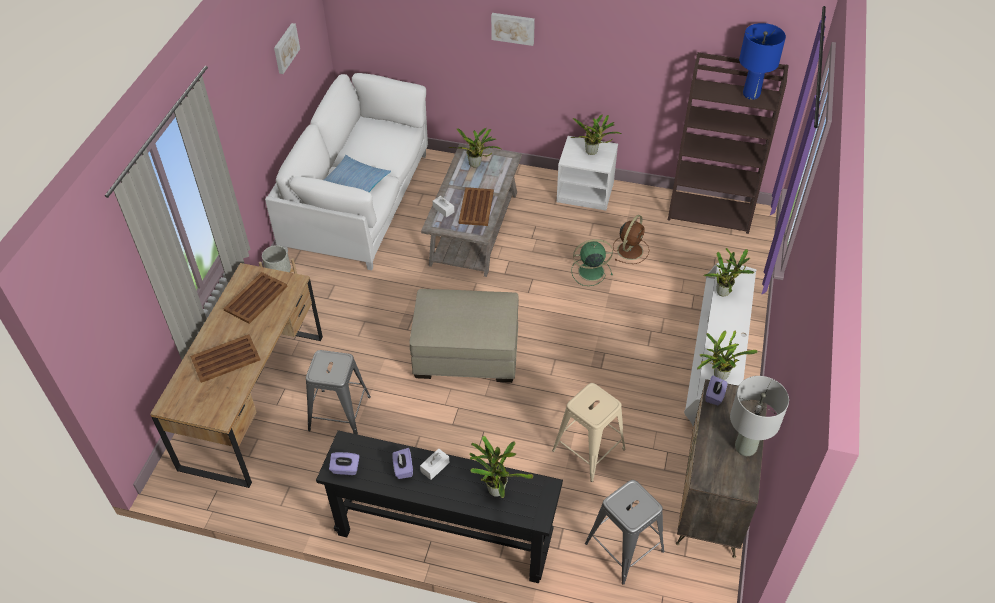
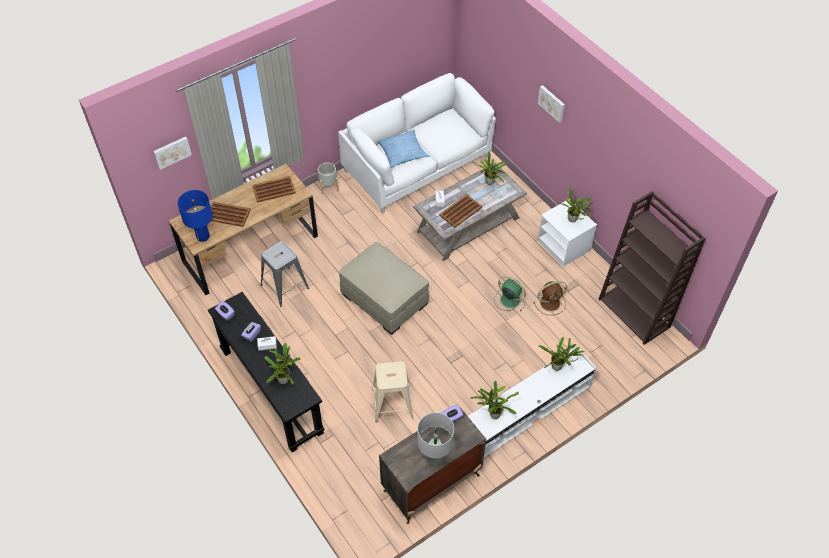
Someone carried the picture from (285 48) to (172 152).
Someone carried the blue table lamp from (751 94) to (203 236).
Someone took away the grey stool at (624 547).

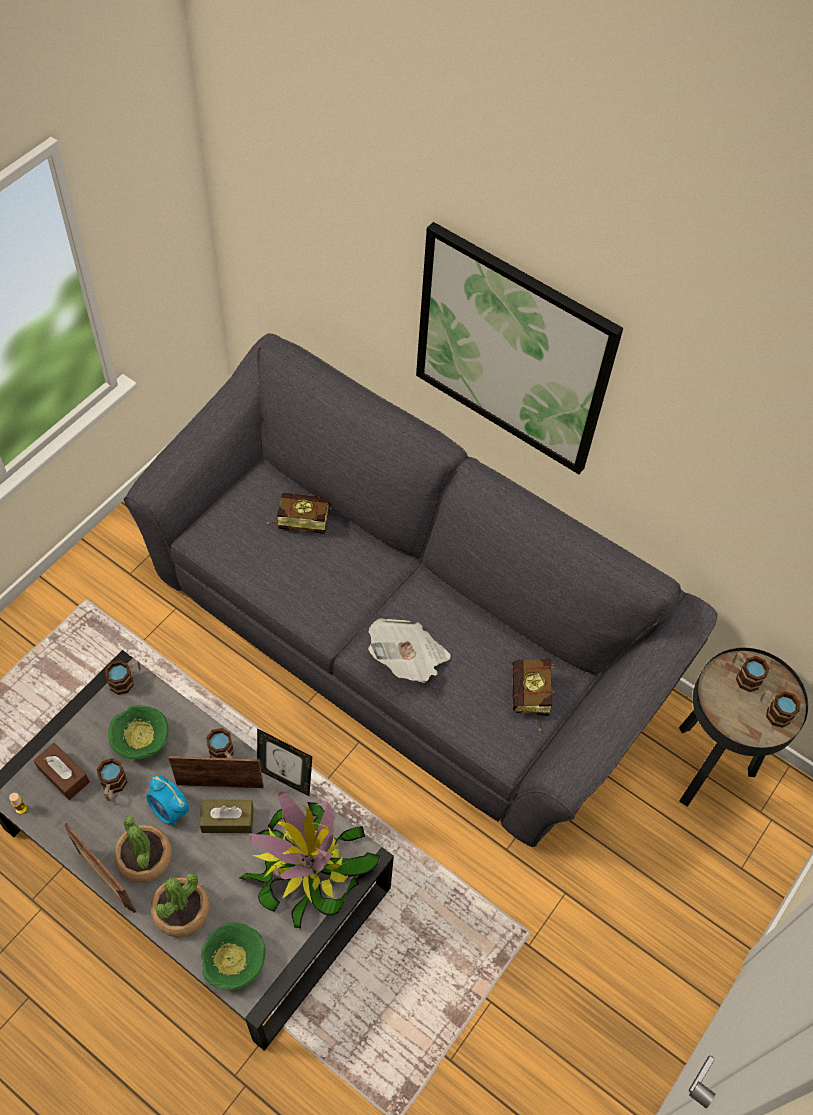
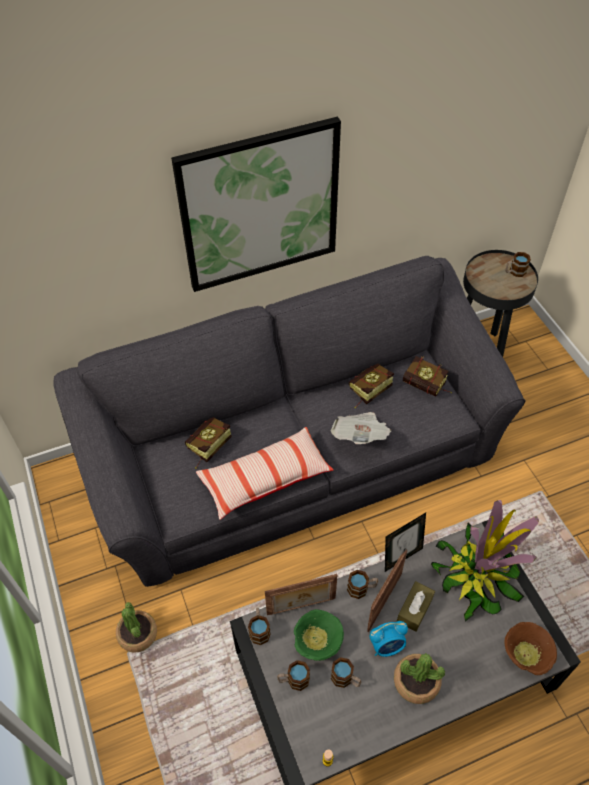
Someone carried the potted plant from (181 910) to (138 634).
Someone put down the pillow at (265 478).
Someone carried the picture frame from (105 880) to (301 607).
Someone carried the mug from (744 676) to (293 680).
Someone put down the book at (367 391).
Someone repainted the green bowl at (234 963), which became the brown bowl at (527 654).
Someone took away the brown tissue box at (63 775).

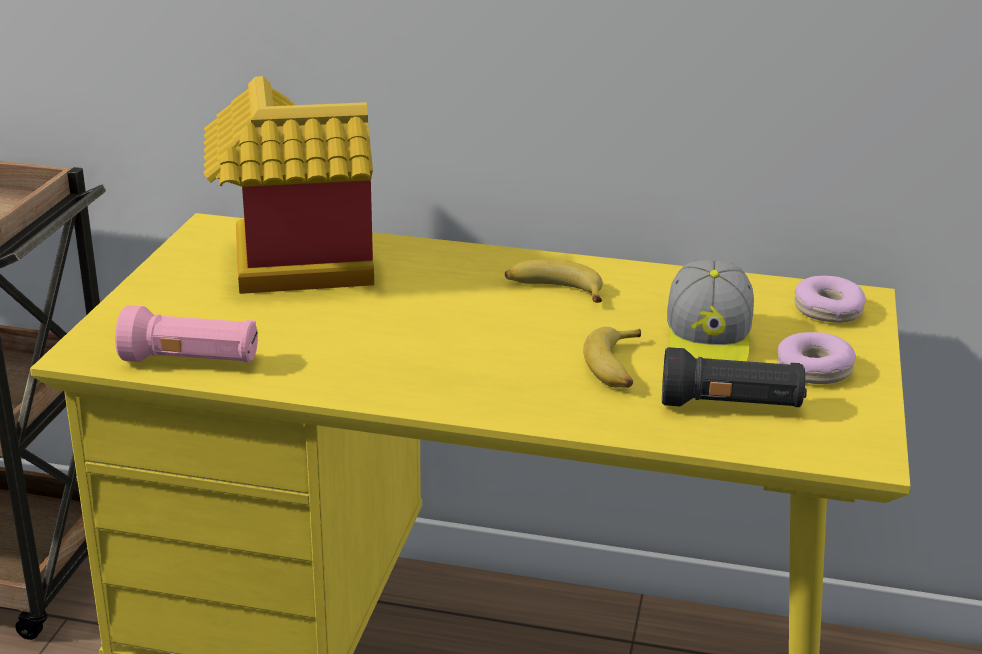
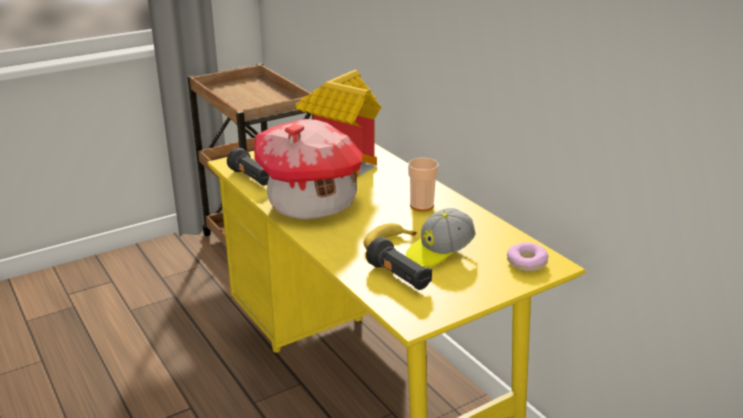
Someone repainted the pink flashlight at (191 362), which became the black flashlight at (252 178).
Someone put down the toy house at (312 203).
Someone swapped the banana at (554 290) for the cup at (421 205).
Someone took away the donut at (813 370).

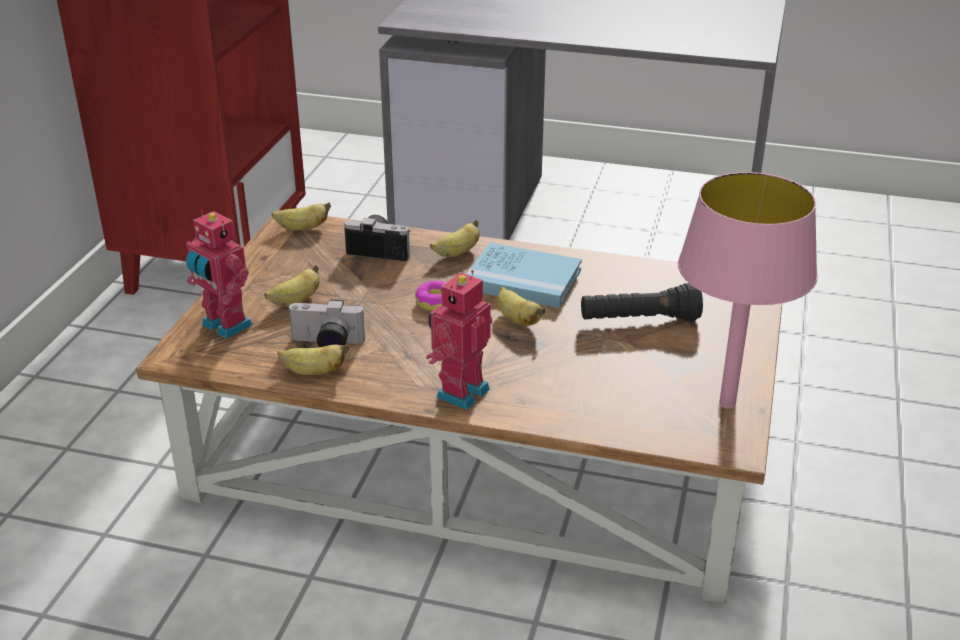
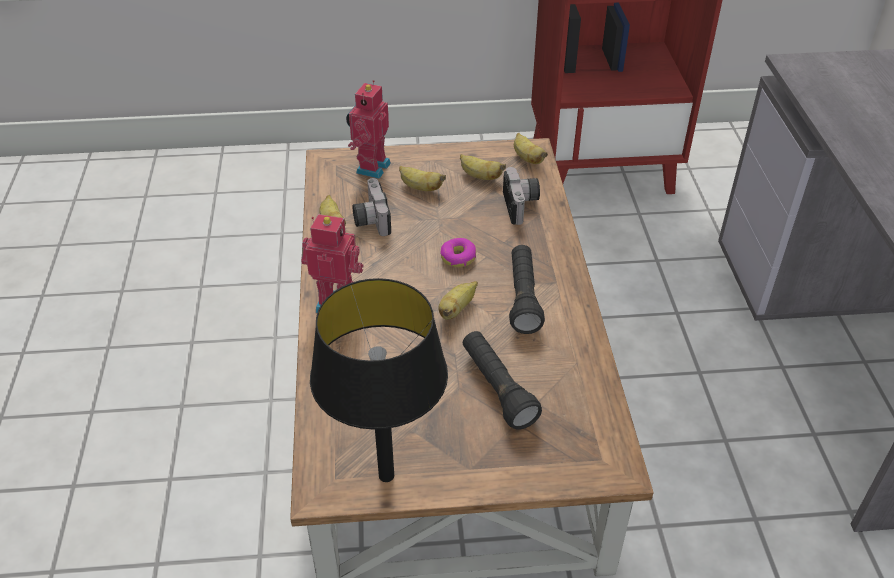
Someone repainted the pink table lamp at (727 404), which became the black table lamp at (386 475).
Someone carried the banana from (457 253) to (480 176).
Someone swapped the blue book at (523 280) for the black flashlight at (523 298).

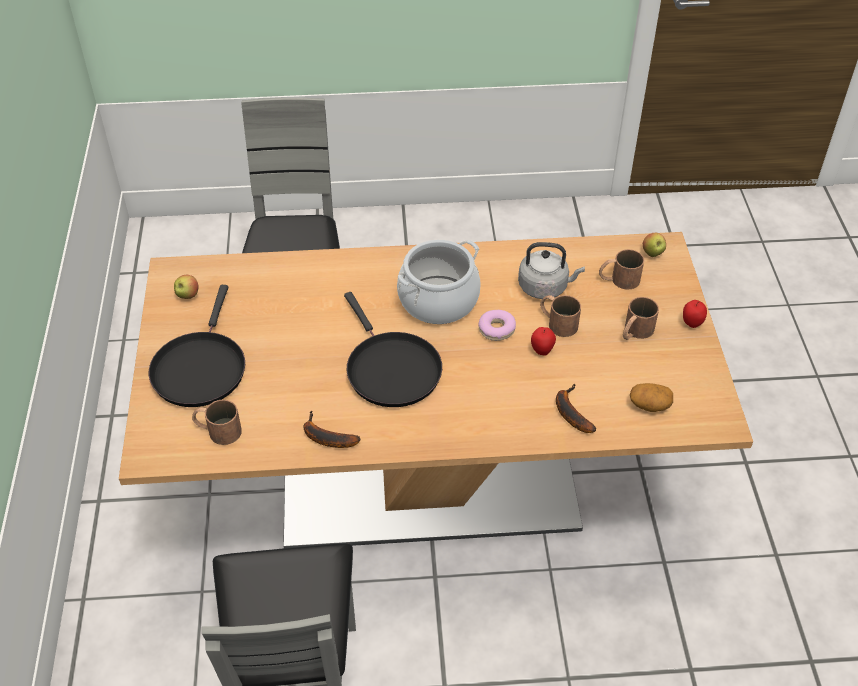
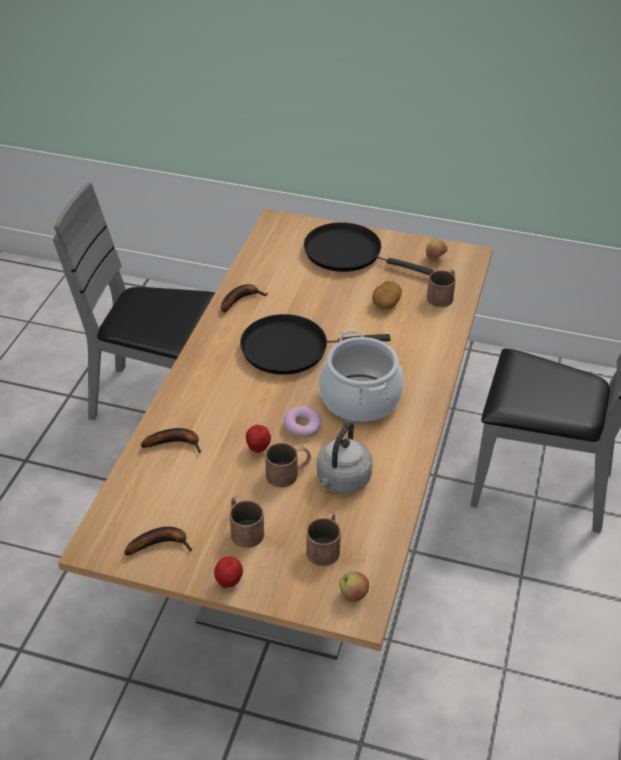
Someone put down the banana at (161 543).
Someone carried the potato from (649 405) to (386 302).
Someone carried the brown mug from (217 430) to (443 295).

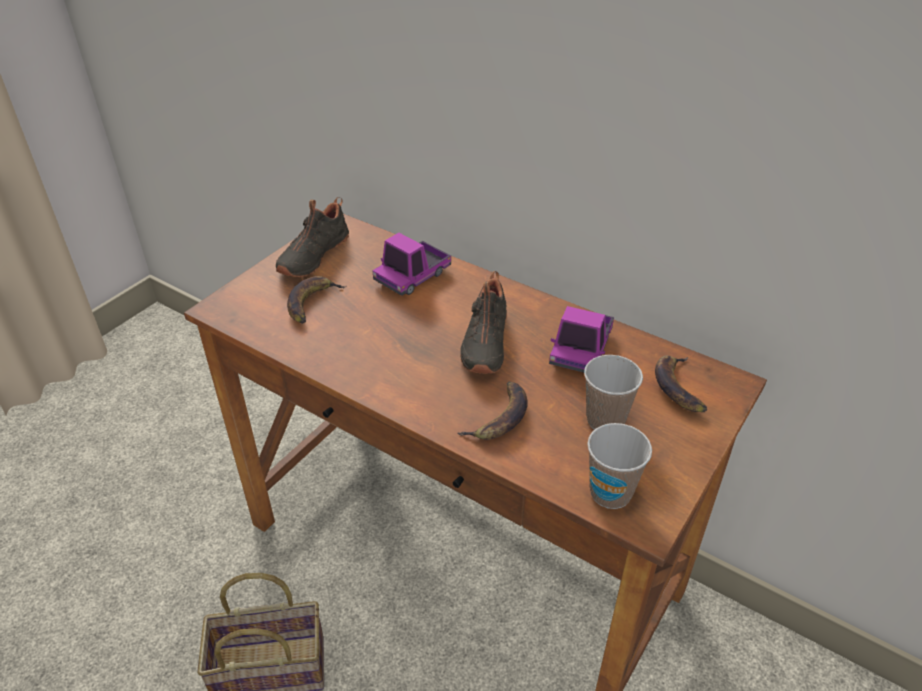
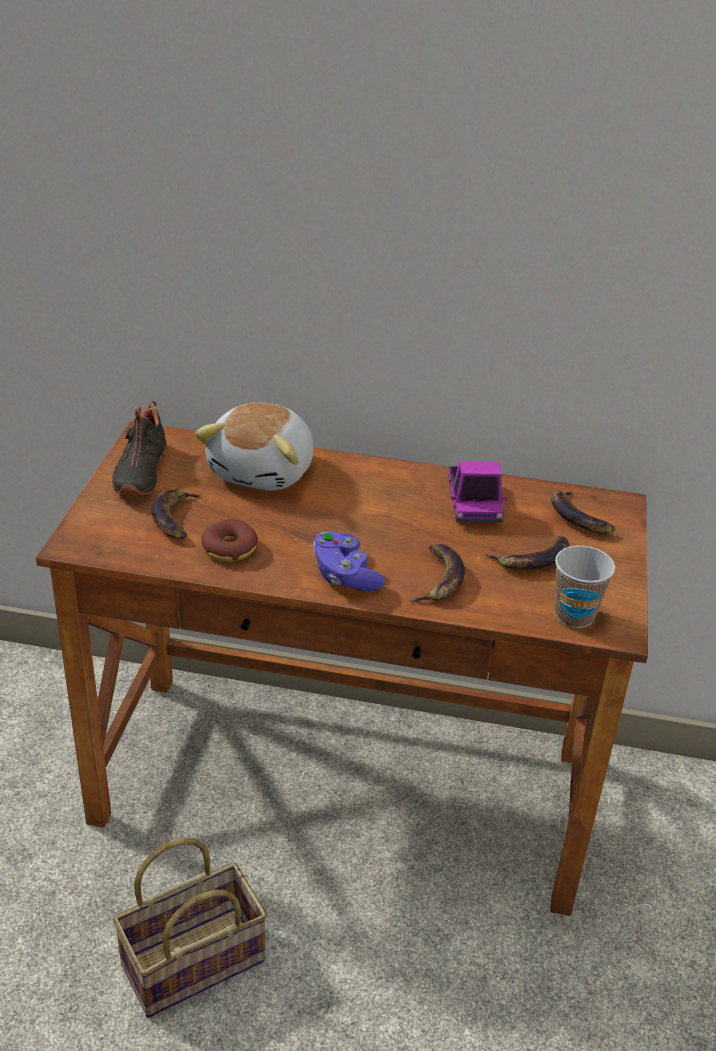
Someone swapped the toy truck at (412 276) for the plush toy at (264 471).
Someone put down the donut at (230 548).
Someone put down the purple game controller at (345 576).
Someone swapped the cup at (605 420) for the banana at (533 559).
Someone took away the black shoe at (483 342).

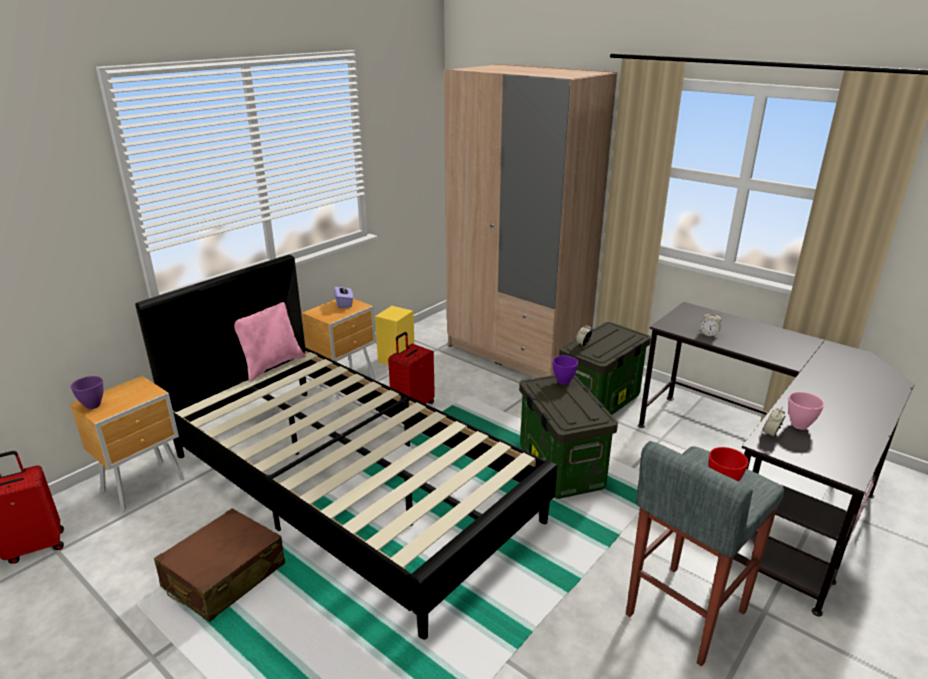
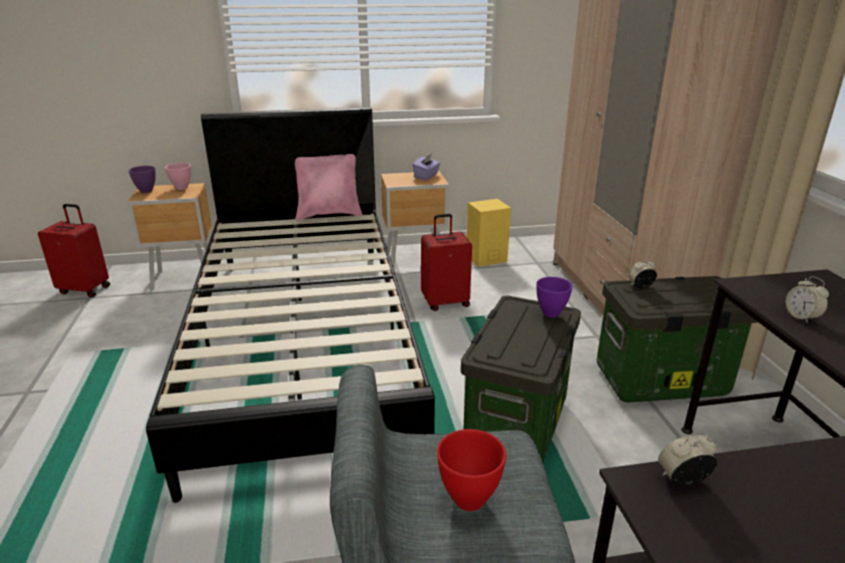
Someone carried the pink bowl from (799 425) to (182 188).
Someone took away the brown suitcase at (224 576).

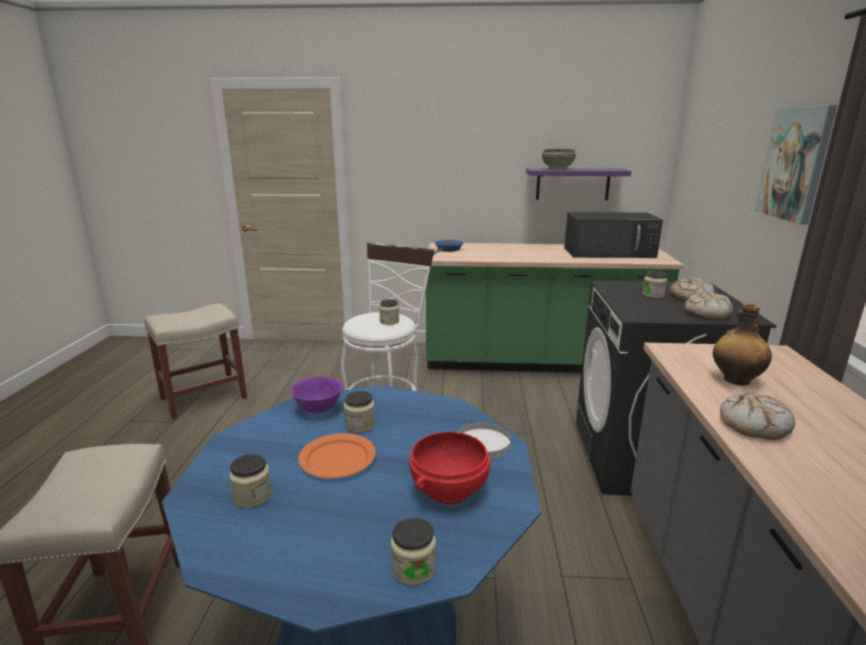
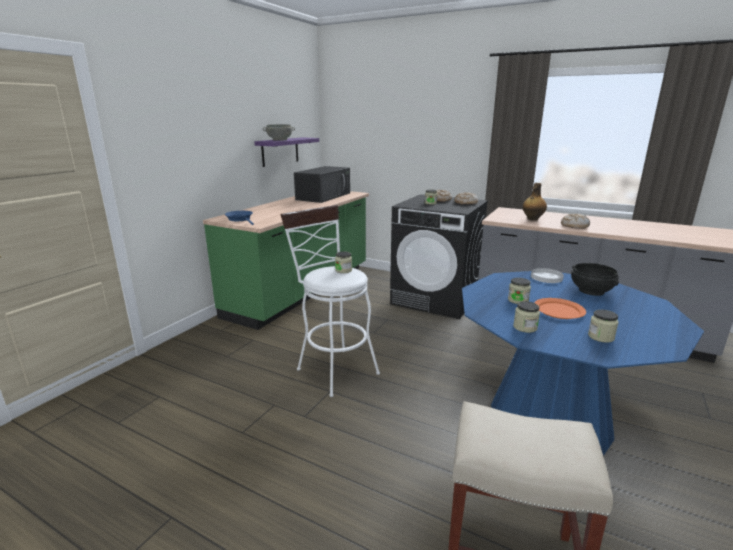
Someone carried the jar from (413 568) to (525 327).
Someone repainted the red bowl at (449 490), which became the black bowl at (591 291).
Someone took away the beige stool at (205 397).
Someone took away the purple bowl at (318 410).
Someone took away the picture at (795 163).

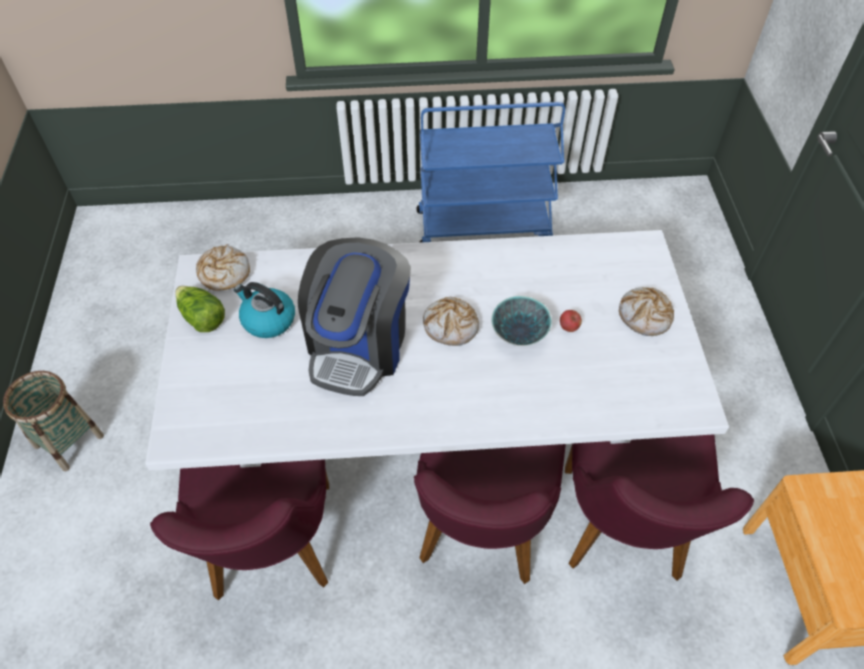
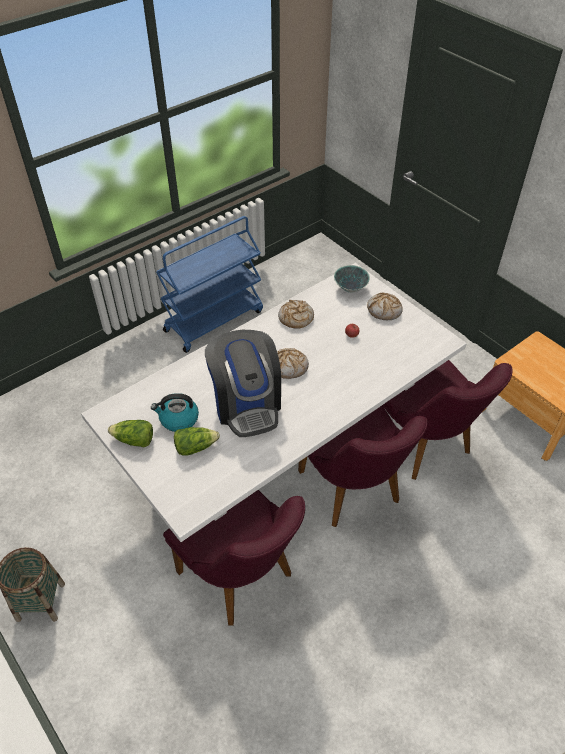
Someone put down the lettuce at (195 447).
Someone carried the bread from (224 273) to (296 318).
Someone carried the bowl from (519 335) to (350 288).

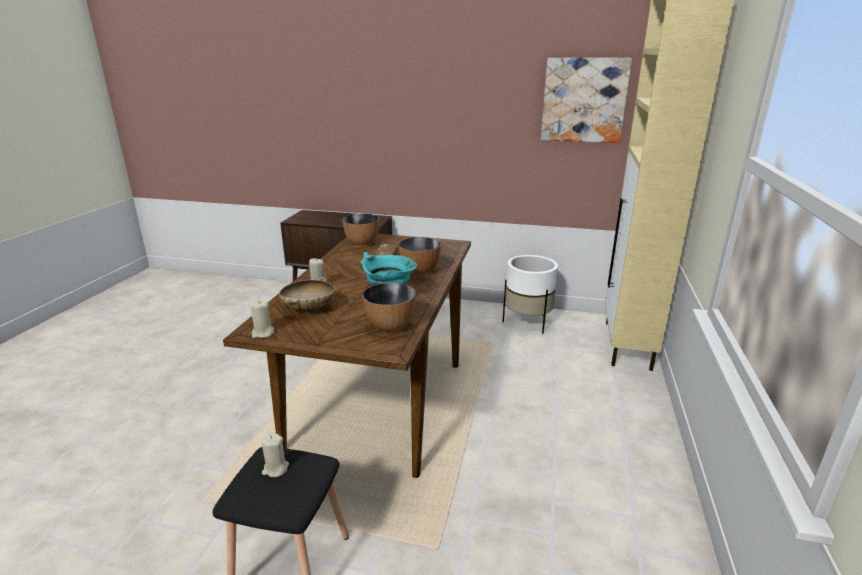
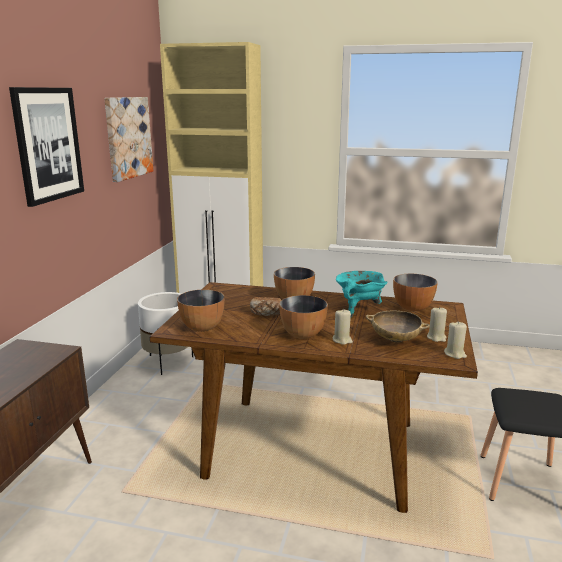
Someone put up the picture at (48 144).
Someone put down the bowl at (303 334).
Someone carried the beige candle from (275 469) to (436 337).

